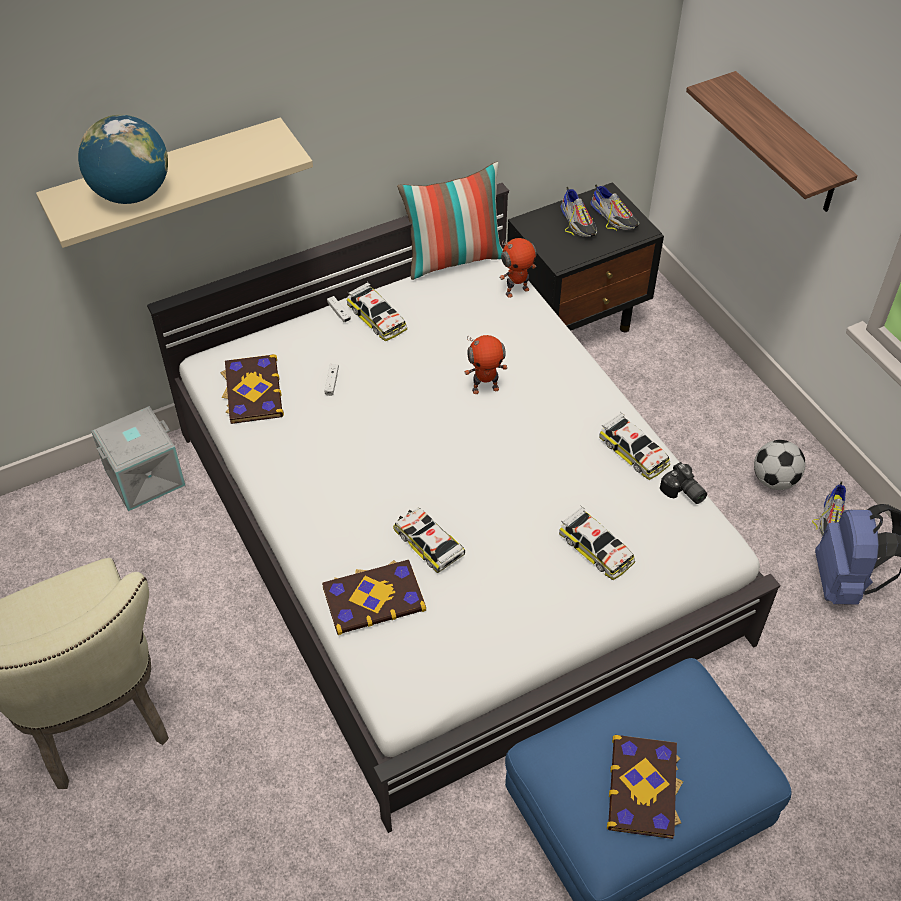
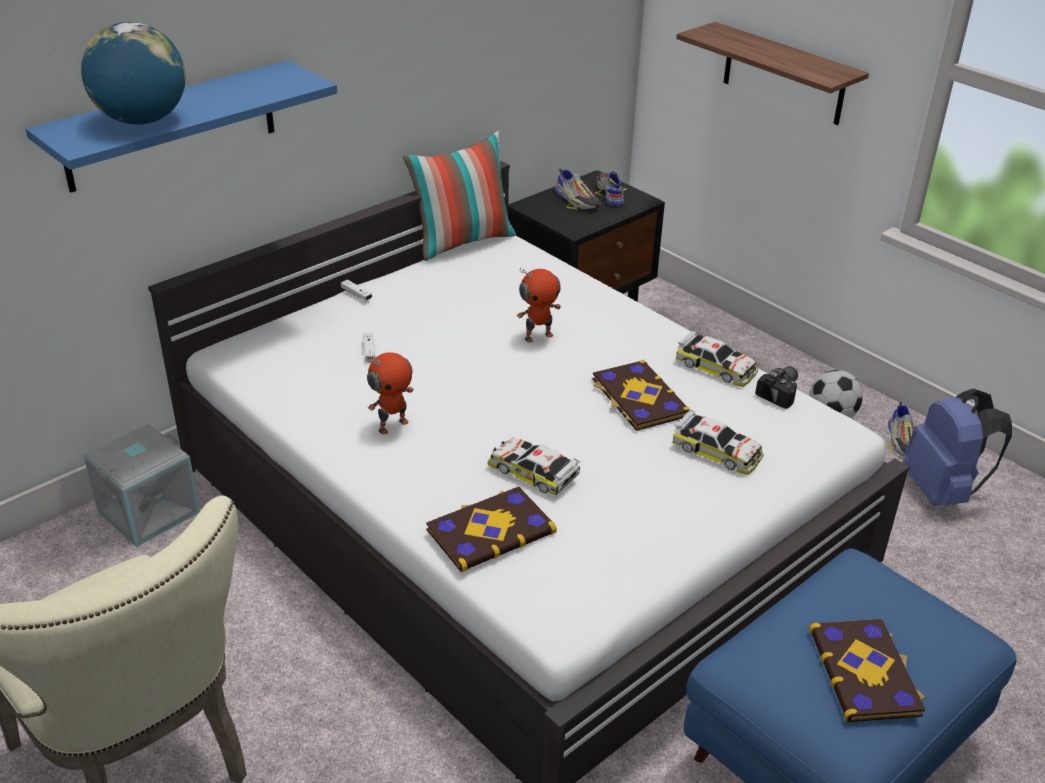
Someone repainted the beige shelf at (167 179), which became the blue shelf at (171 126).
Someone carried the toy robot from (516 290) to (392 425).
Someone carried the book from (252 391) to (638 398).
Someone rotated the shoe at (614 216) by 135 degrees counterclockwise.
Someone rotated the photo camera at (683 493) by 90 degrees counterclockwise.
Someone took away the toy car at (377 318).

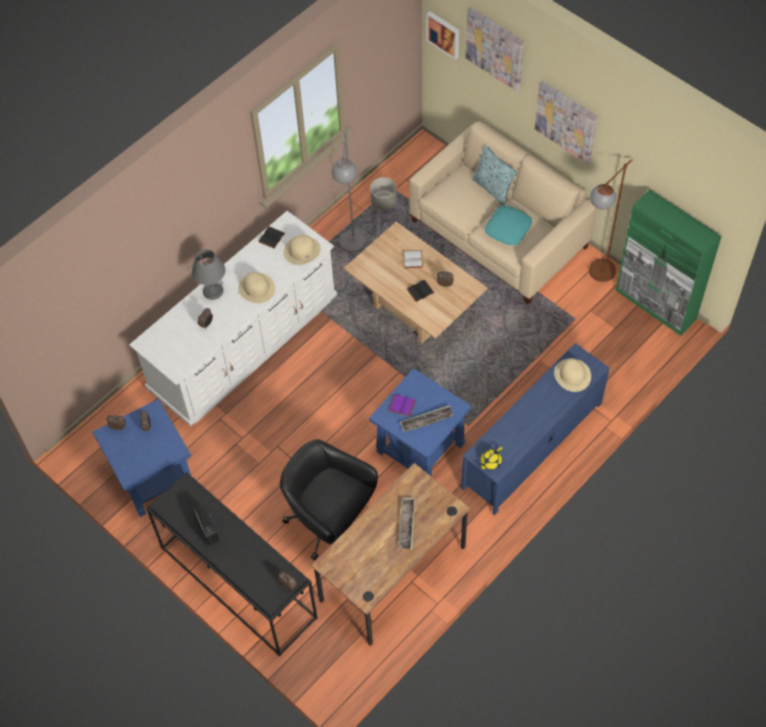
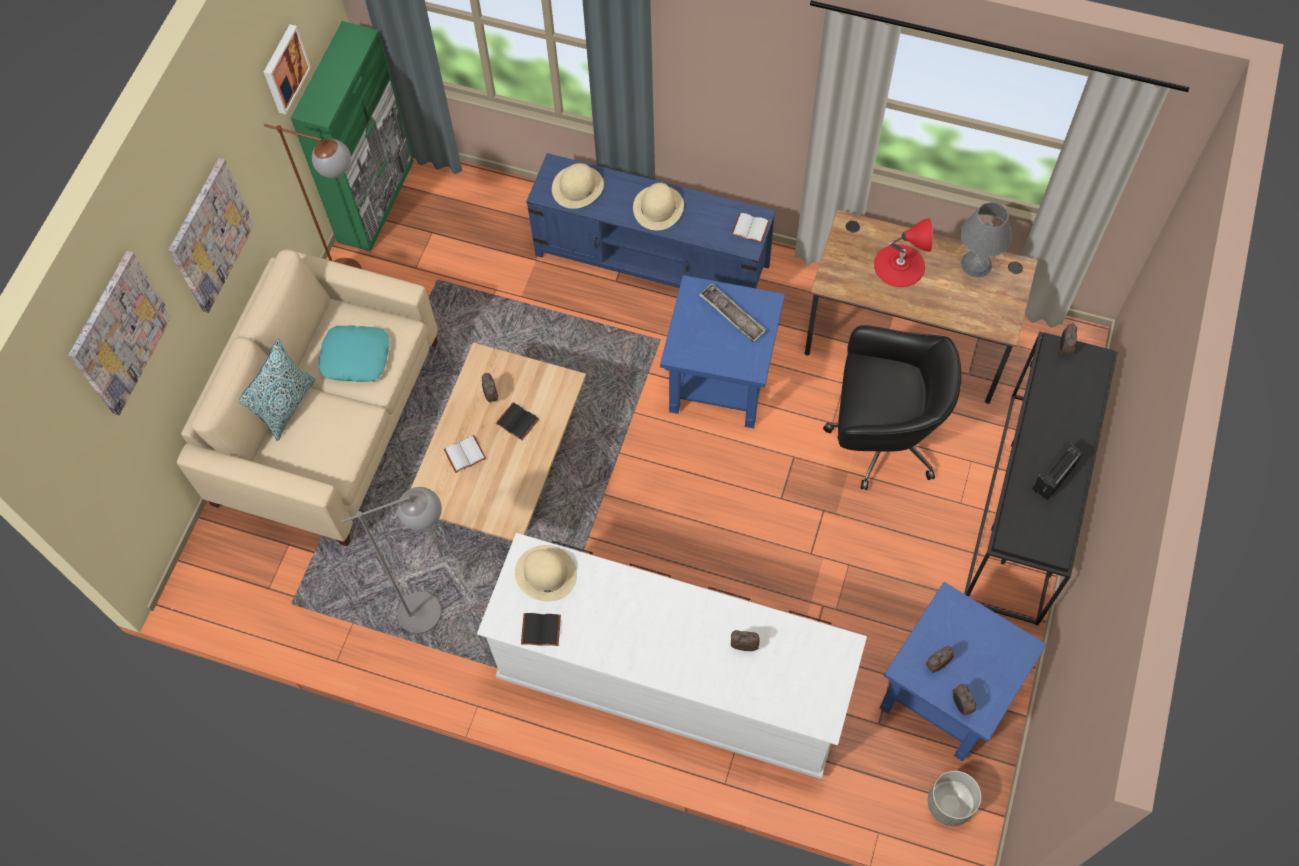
Someone carried the picture from (444 34) to (284 68).
Someone carried the beige hat from (256 288) to (658 207).
Someone swapped the yellow teapot at (490 462) for the white book at (751 228).
Someone rotated the black office chair at (330 522) by 90 degrees counterclockwise.
Someone swapped the tray at (406 524) for the red table lamp at (899 265).
Someone carried the grey planter from (383 203) to (950 804).
Someone carried the grey table lamp from (212 291) to (976 264).
Someone took away the purple book at (401 406).

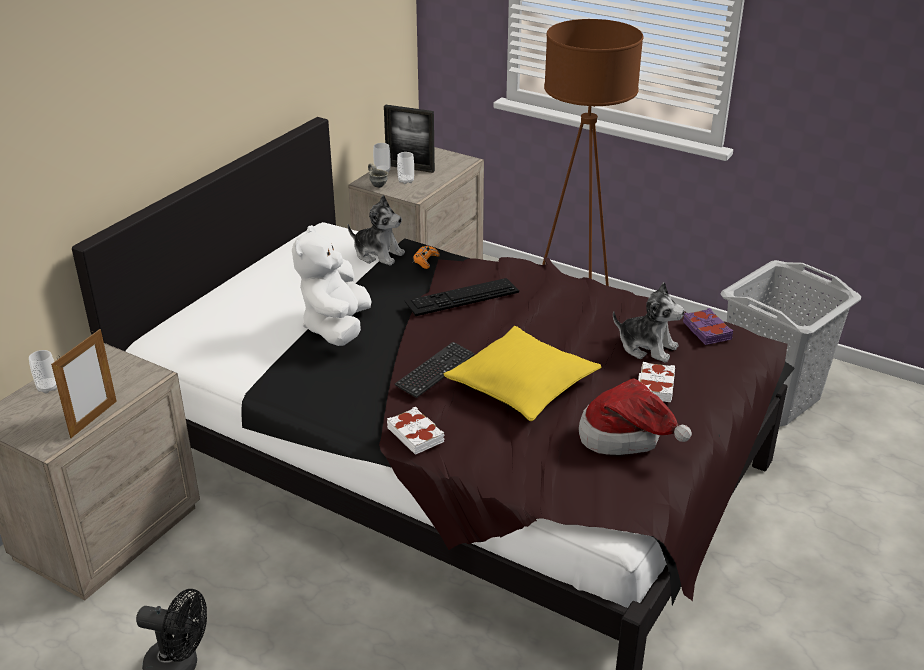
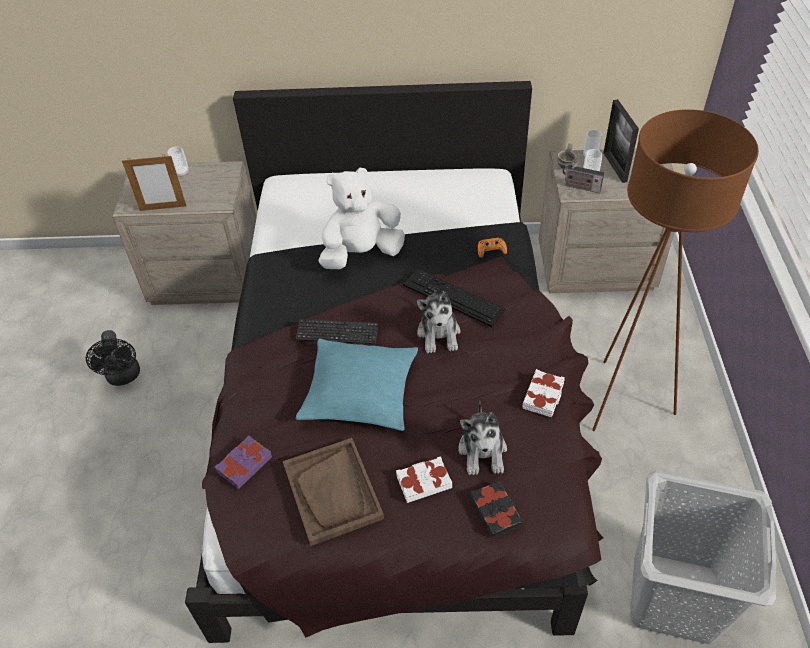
Someone carried the purple book from (706 331) to (244 464).
Someone swapped the hat at (626 437) for the brown tray at (333 492).
Someone repainted the yellow pillow at (522 385), which became the turquoise pillow at (360 392).
Someone carried the plush toy from (378 254) to (439 334).
Someone put down the black book at (496 511).
Someone carried the white book from (416 435) to (543 396).
Someone put down the radio at (580 187).

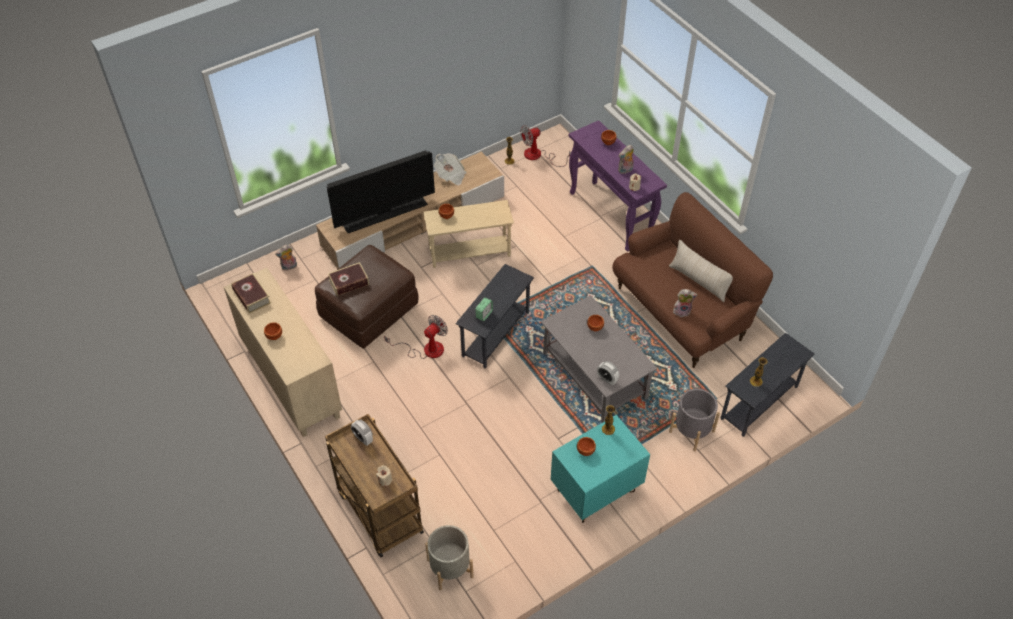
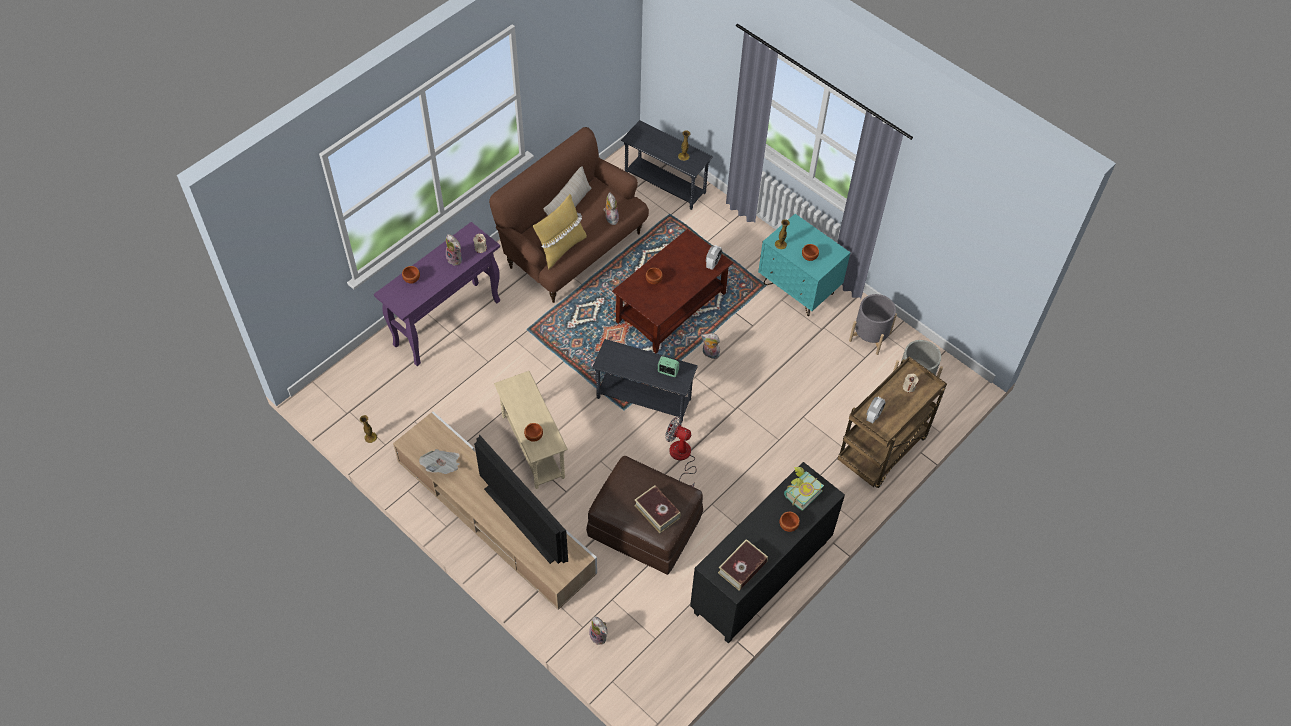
Someone put down the yellow pillow at (561 248).
Someone repainted the grey coffee table at (595 376), which became the brown coffee table at (671 307).
Someone repainted the beige cabinet at (290 380), which became the black cabinet at (761 579).
Someone put down the plush toy at (710 354).
Someone put down the book at (799 492).
Someone carried the grey planter from (691 431) to (870 336).
Someone took away the fan at (538 156).

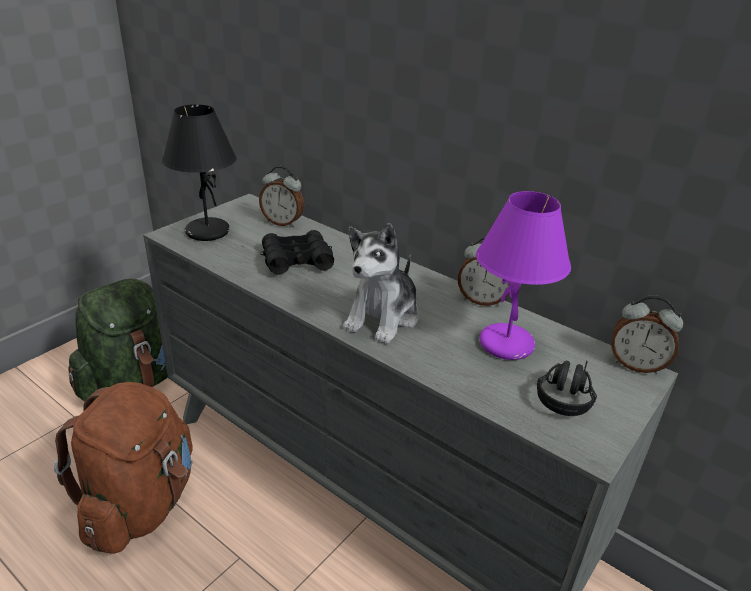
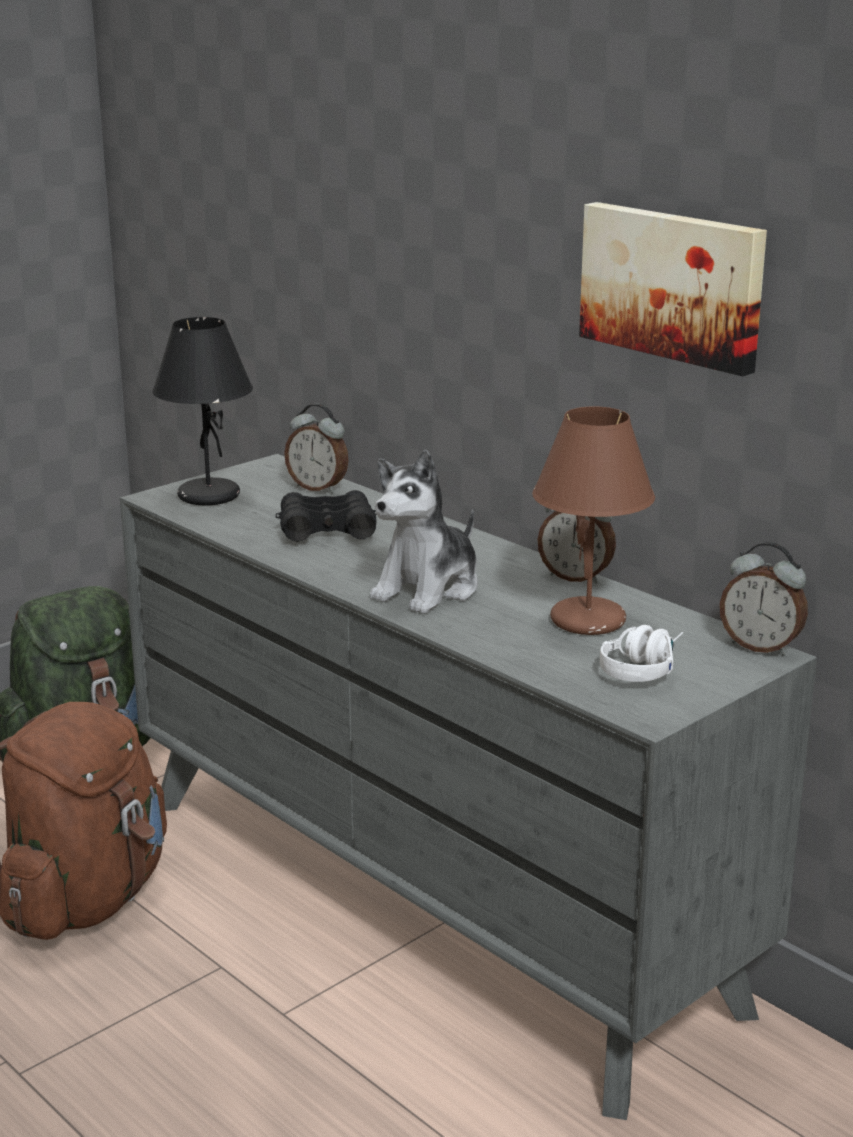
Someone repainted the purple table lamp at (507 345), which became the brown table lamp at (589 621).
Someone put up the picture at (673 284).
Someone repainted the black headphones at (565 393), which became the white headphones at (643 667).

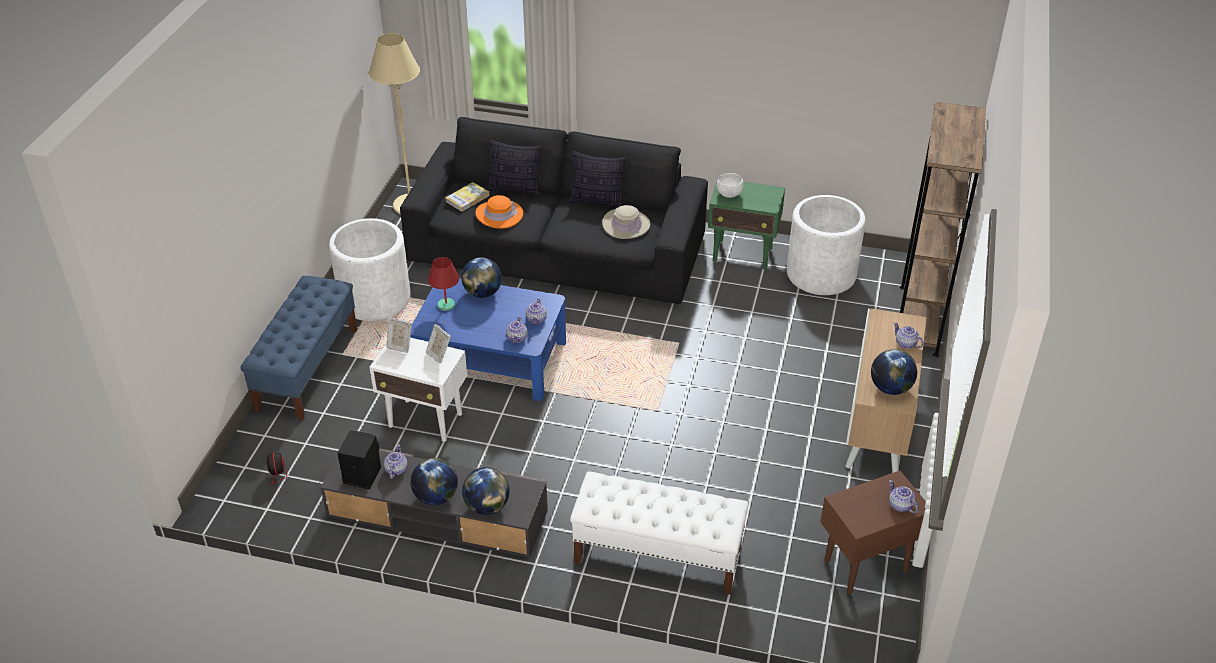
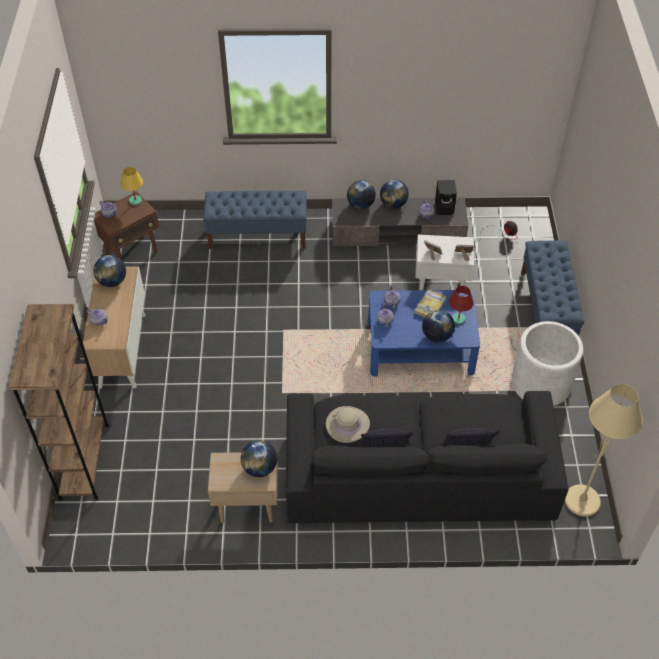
Someone put down the yellow table lamp at (135 201).
Someone repainted the white bench at (657 556), which became the blue bench at (258 235).
Someone repainted the green side table at (743 255), which became the beige side table at (246 507).
Someone swapped the white bowl at (729 194) for the globe at (259 468).
Someone carried the book from (467 198) to (430 306).
Someone took away the orange hat at (499 214).
Someone took away the white planter at (821 274).

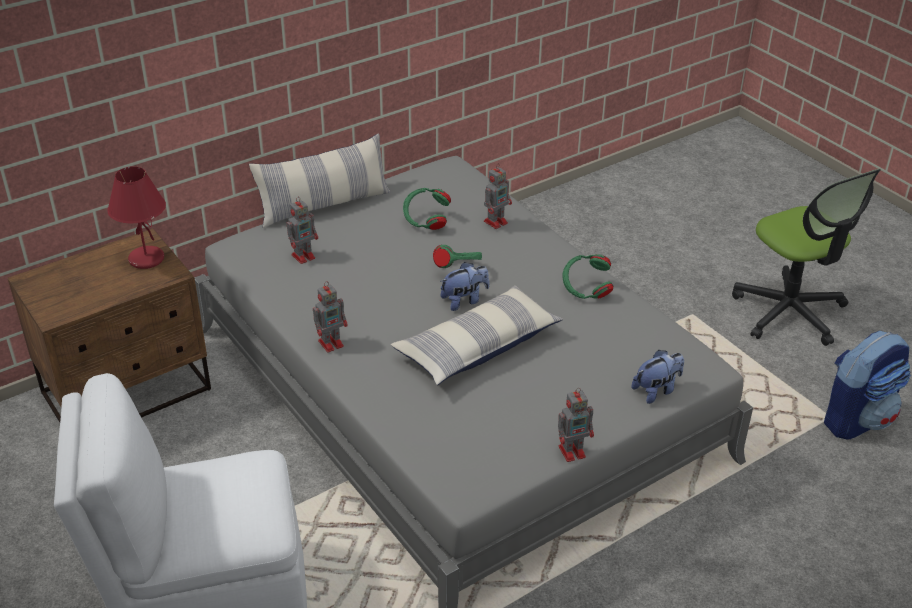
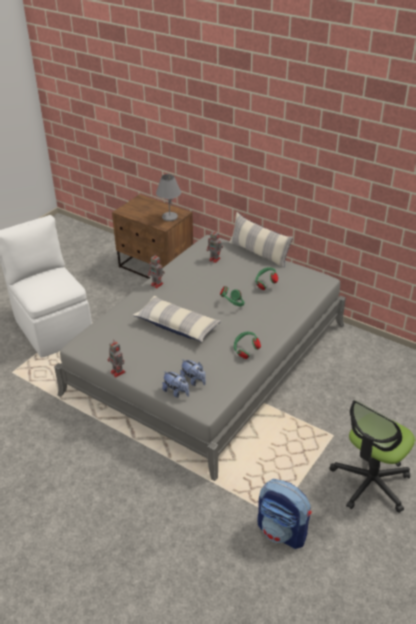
Someone repainted the red table lamp at (145 259), which became the grey table lamp at (169 217).
Someone carried the plush toy from (464 300) to (193 380).
Someone took away the toy robot at (496 221).

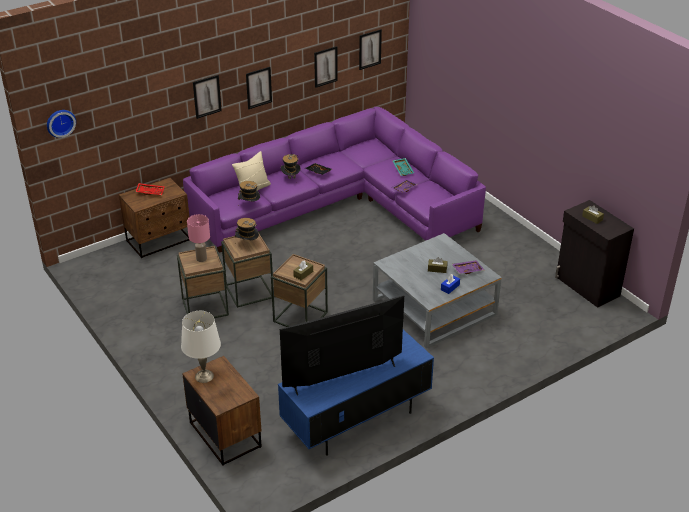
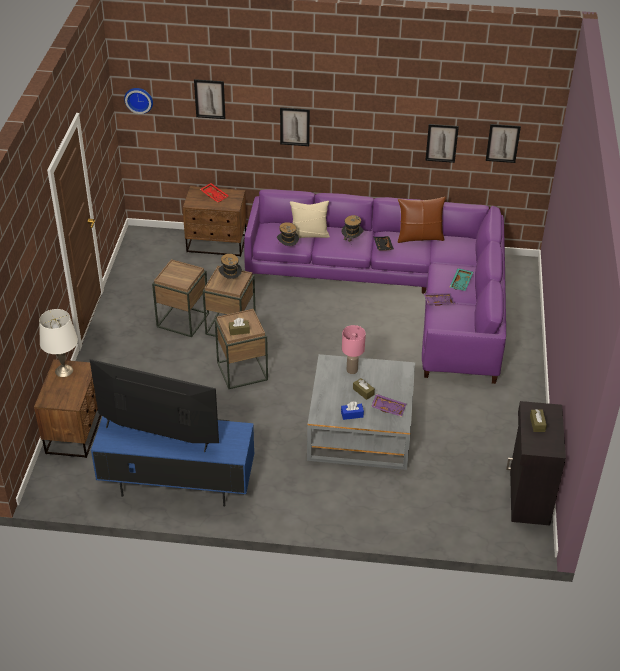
Someone carried the picture from (258 87) to (210 99).
Someone carried the pink table lamp from (201 259) to (352 370).
Someone put down the brown pillow at (419 237).

